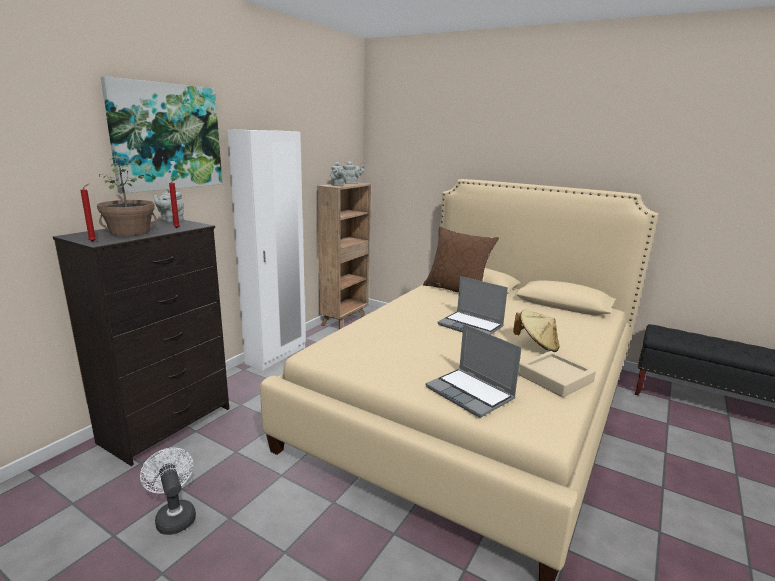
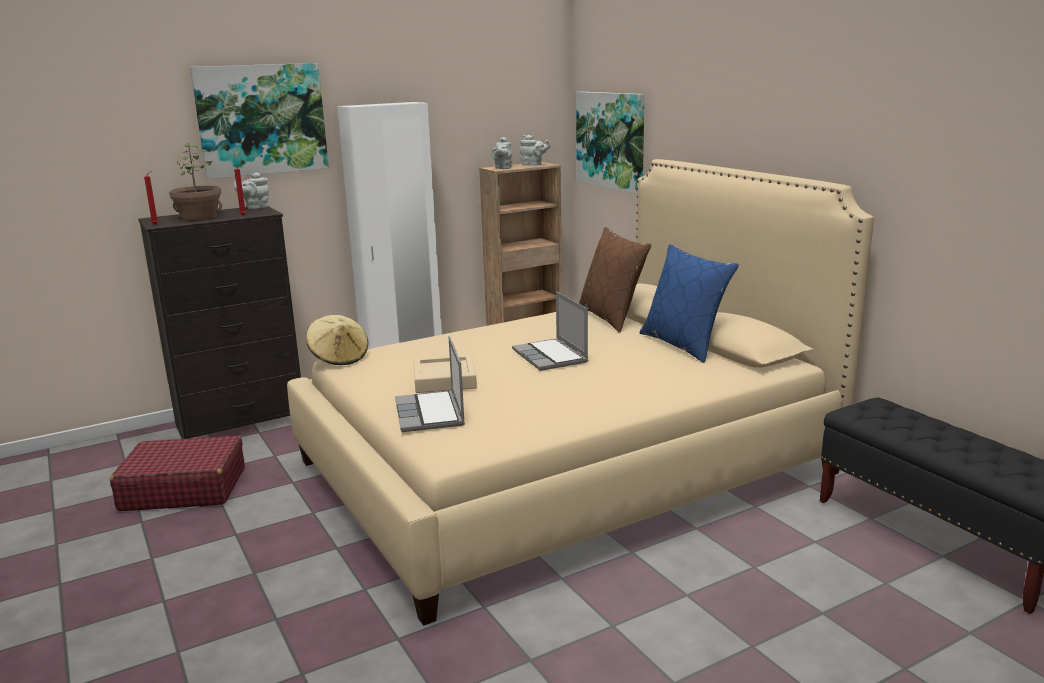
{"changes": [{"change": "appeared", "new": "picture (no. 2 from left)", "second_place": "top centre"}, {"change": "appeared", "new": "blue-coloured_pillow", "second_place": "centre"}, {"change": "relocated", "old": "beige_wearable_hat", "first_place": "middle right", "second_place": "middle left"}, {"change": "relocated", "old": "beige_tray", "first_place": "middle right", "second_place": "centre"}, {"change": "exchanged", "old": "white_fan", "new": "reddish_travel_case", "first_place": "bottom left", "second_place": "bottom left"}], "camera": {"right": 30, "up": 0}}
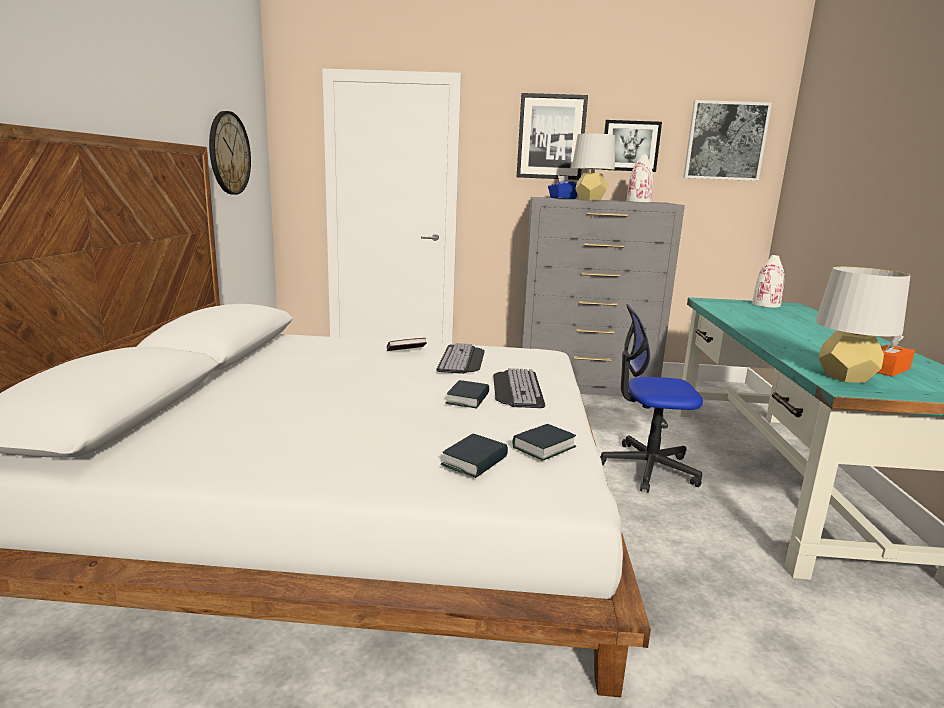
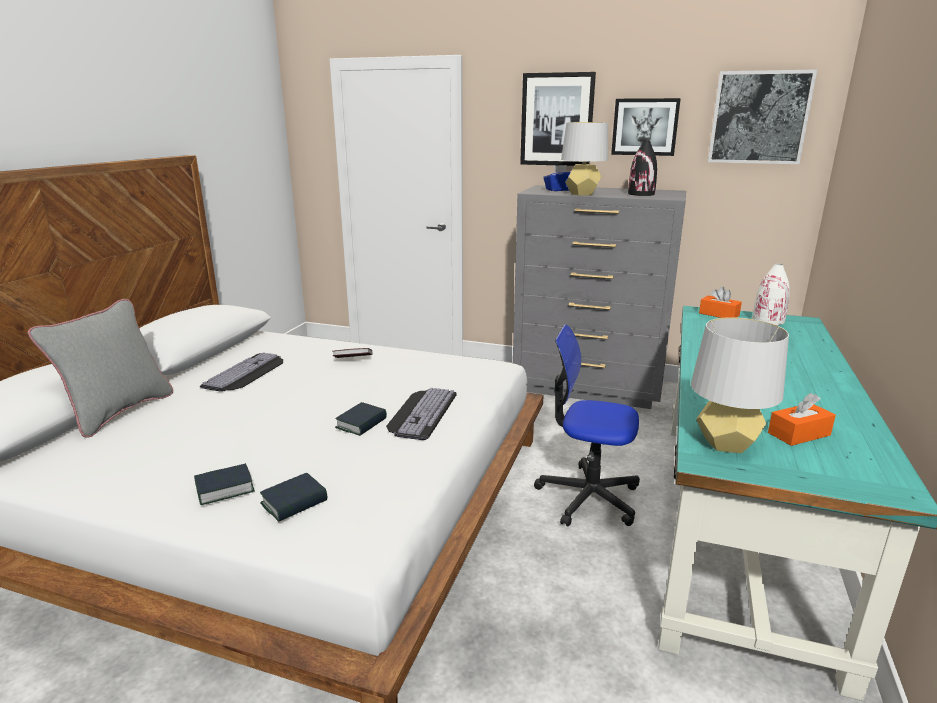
{"changes": [{"change": "missing", "old": "clock_on_the_wall", "first_place": "top left"}, {"change": "appeared", "new": "grey_pillow", "second_place": "middle left"}, {"change": "appeared", "new": "orange_box_of_tissues (no. 1 from left)", "second_place": "middle right"}, {"change": "relocated", "old": "PC_keyboard (no. 1 from left)", "first_place": "centre", "second_place": "middle left"}, {"change": "relocated", "old": "bound_book (no. 4 from left in the first image)", "new": "bound_book (no. 1 from left)", "first_place": "centre", "second_place": "bottom left"}, {"change": "colour", "old": "white_flower_vase (no. 1 from left)", "new": "blackish_flower_vase", "first_place": "top right", "second_place": "top right"}], "camera": {"right": 15, "up": 5}}
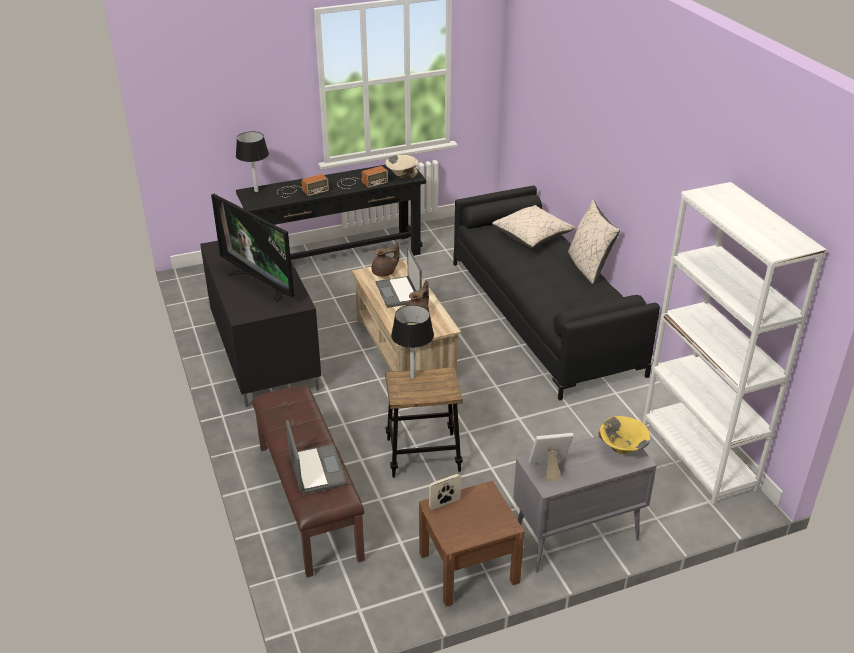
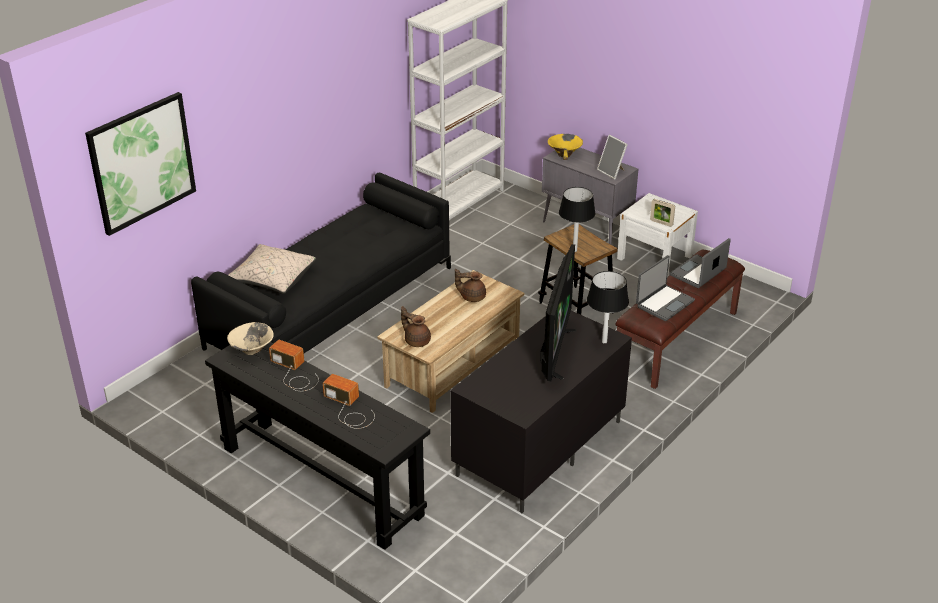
{"changes": [{"change": "missing", "old": "beige_pillow (no. 2 from left)", "first_place": "middle right"}, {"change": "appeared", "new": "picture", "second_place": "top left"}, {"change": "relocated", "old": "blackish_lamp_for_a_table (no. 1 from left in the first image)", "new": "blackish_lamp_for_a_table (no. 2 from left)", "first_place": "top left", "second_place": "centre"}, {"change": "relocated", "old": "laptop (no. 2 from left in the first image)", "new": "laptop (no. 1 from left)", "first_place": "centre", "second_place": "middle right"}, {"change": "colour", "old": "brown_bedside_table", "new": "white_bedside_table", "first_place": "bottom centre", "second_place": "middle right"}], "camera": {"right": -120, "up": 0}}
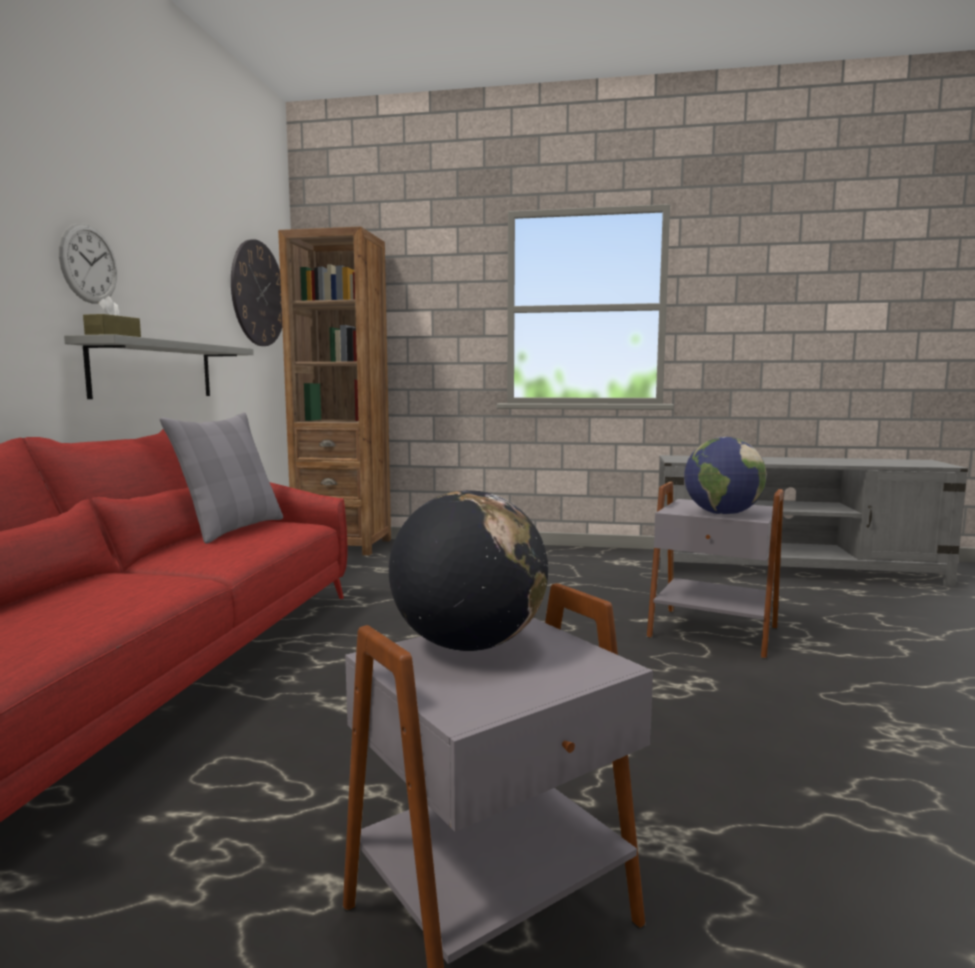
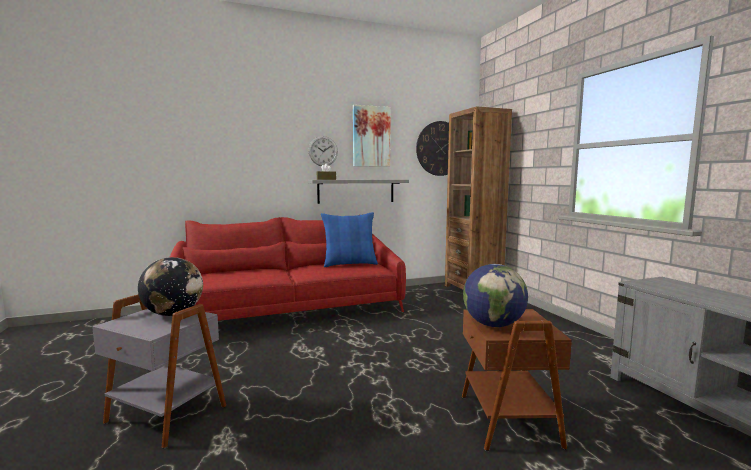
{"changes": [{"change": "appeared", "new": "picture", "second_place": "top centre"}, {"change": "colour", "old": "grey_pillow", "new": "blue-coloured_pillow", "first_place": "middle left", "second_place": "centre"}, {"change": "colour", "old": "grey_accent_table (no. 2 from left)", "new": "brown_accent_table", "first_place": "middle right", "second_place": "bottom right"}], "camera": {"right": 60, "up": 0}}
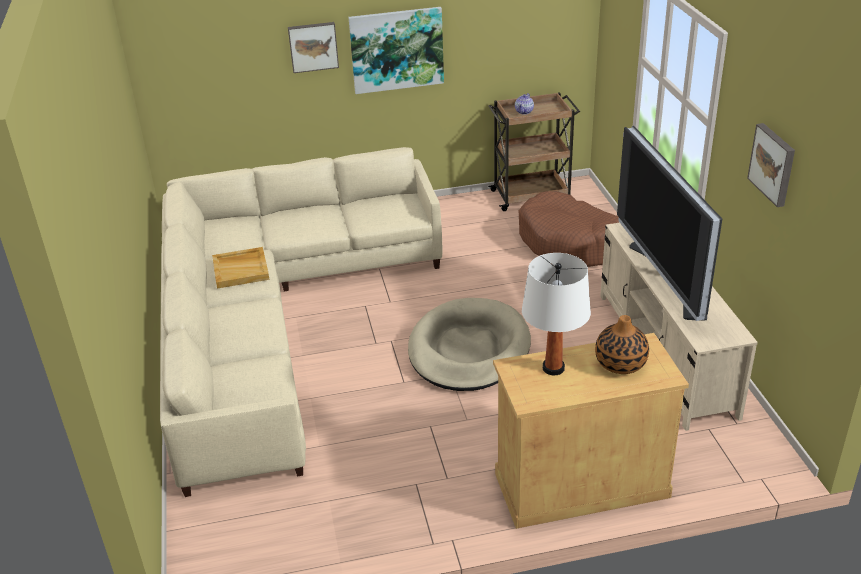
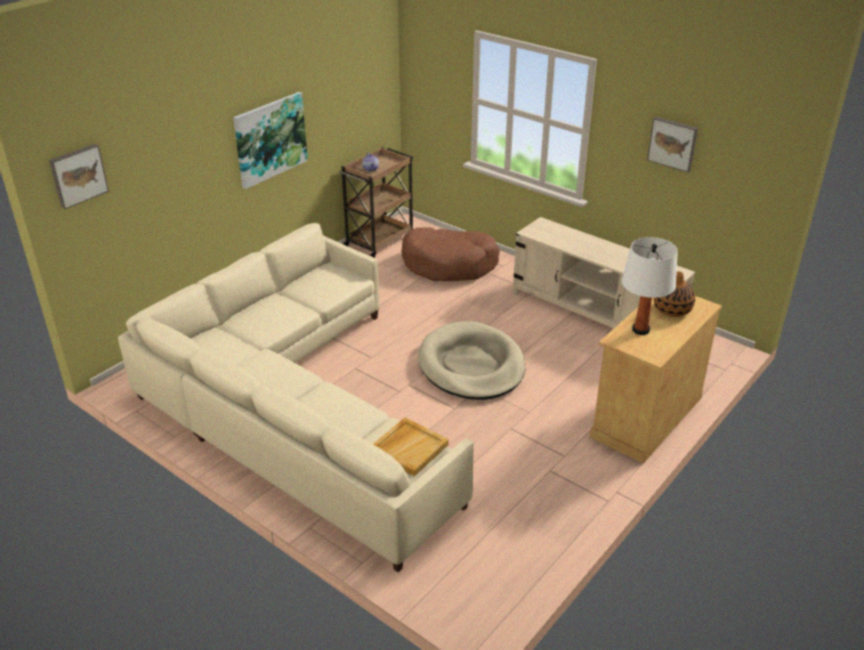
{"changes": [{"change": "missing", "old": "television", "first_place": "middle right"}, {"change": "relocated", "old": "beige_tray", "first_place": "middle left", "second_place": "bottom centre"}, {"change": "relocated", "old": "picture (no. 1 from left)", "first_place": "top centre", "second_place": "top left"}], "camera": {"right": -40, "up": 0}}
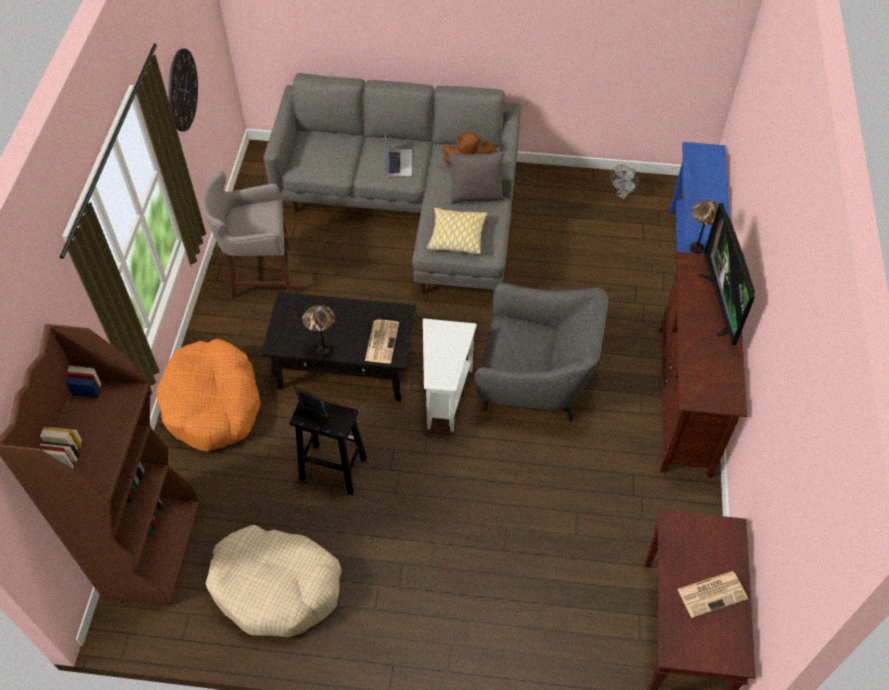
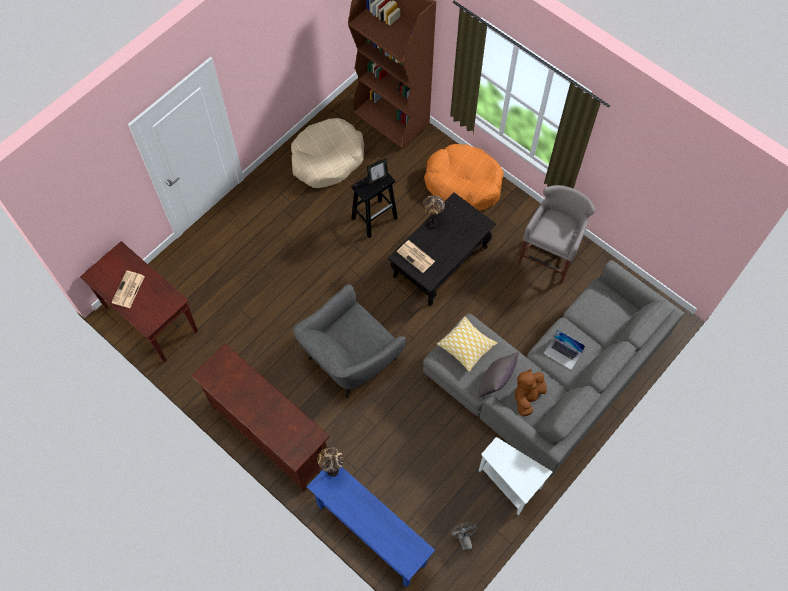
{"changes": [{"change": "missing", "old": "clock_on_the_wall", "first_place": "top left"}, {"change": "missing", "old": "television", "first_place": "middle right"}, {"change": "relocated", "old": "white_accent_table", "first_place": "centre", "second_place": "bottom centre"}], "camera": {"right": 125, "up": 10}}
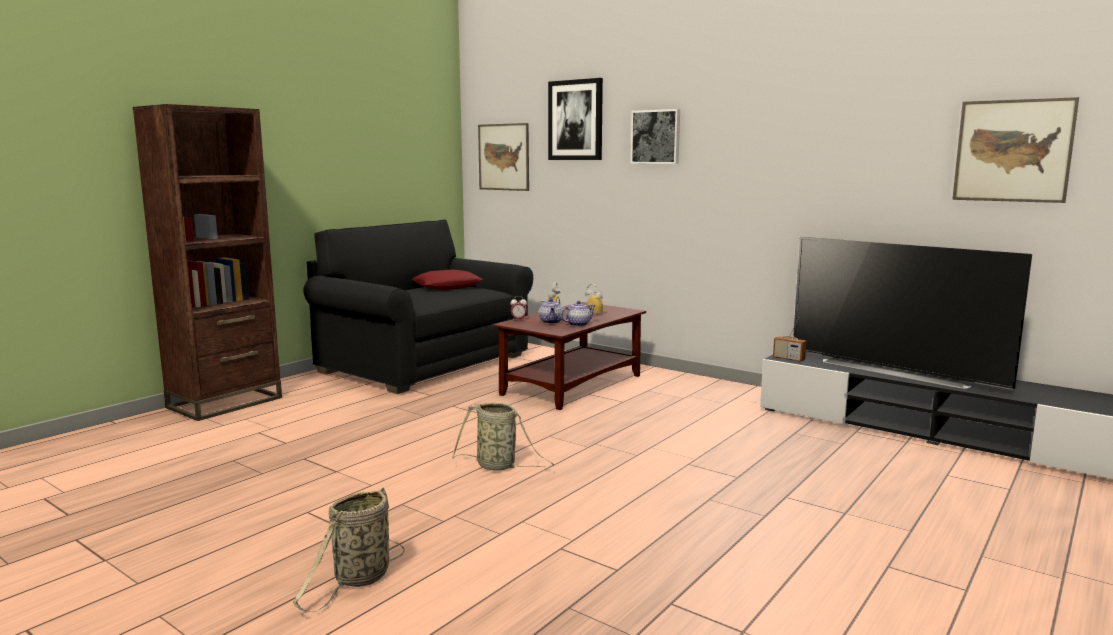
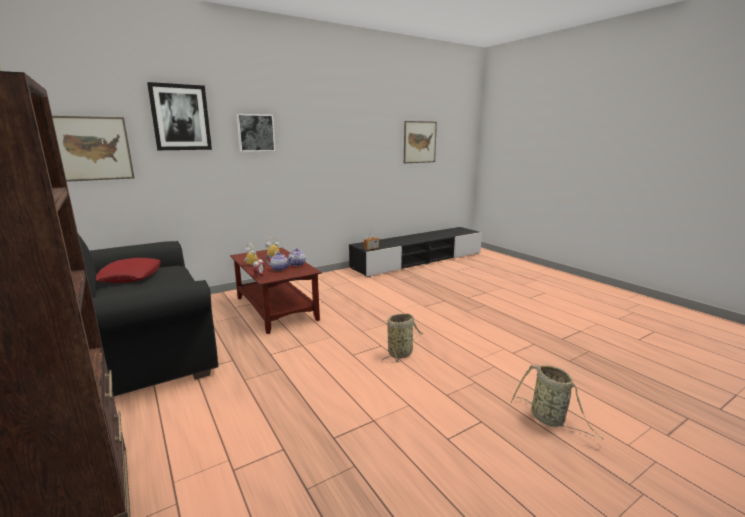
{"changes": [{"change": "missing", "old": "television", "first_place": "middle right"}], "camera": {"right": -70, "up": 5}}
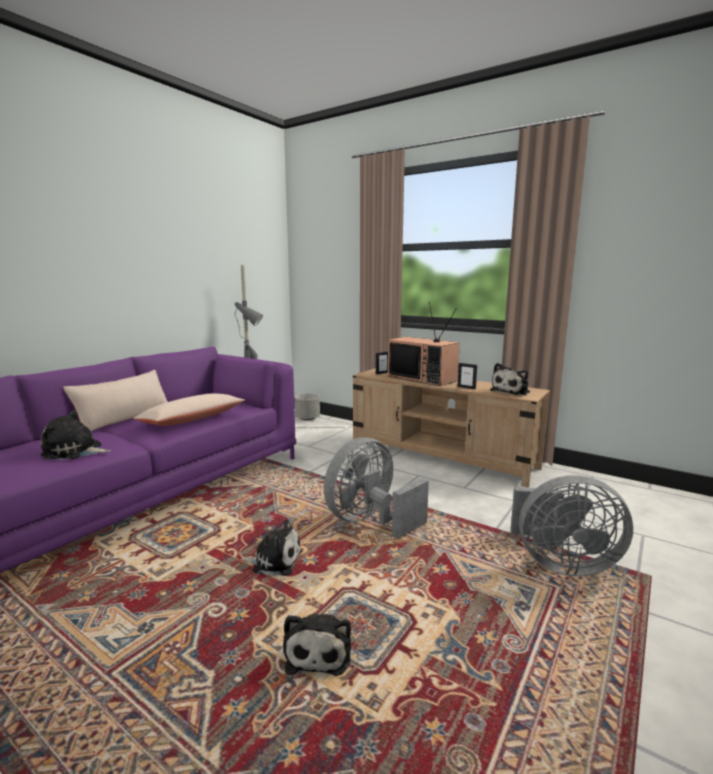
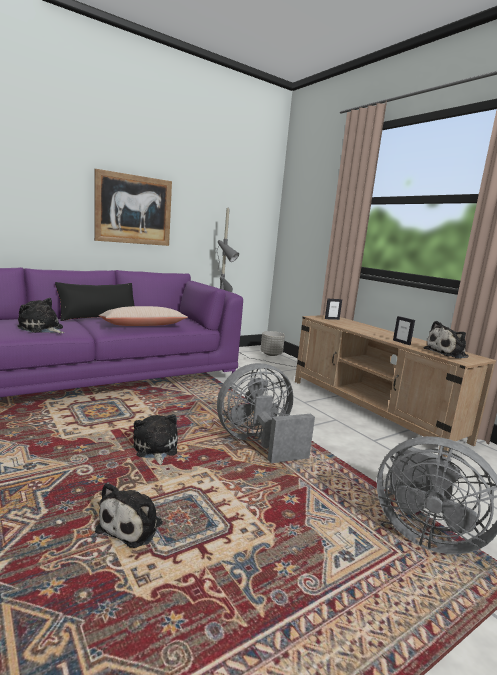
{"changes": [{"change": "missing", "old": "television", "first_place": "centre"}, {"change": "appeared", "new": "picture", "second_place": "top left"}, {"change": "colour", "old": "beige_pillow (no. 1 from left)", "new": "blackish_pillow", "first_place": "middle left", "second_place": "middle left"}, {"change": "spun", "old": "plush_toy (no. 2 from left in the first image)", "first_place": "bottom centre", "second_place": "middle left", "degrees": -135}], "camera": {"right": 20, "up": 0}}
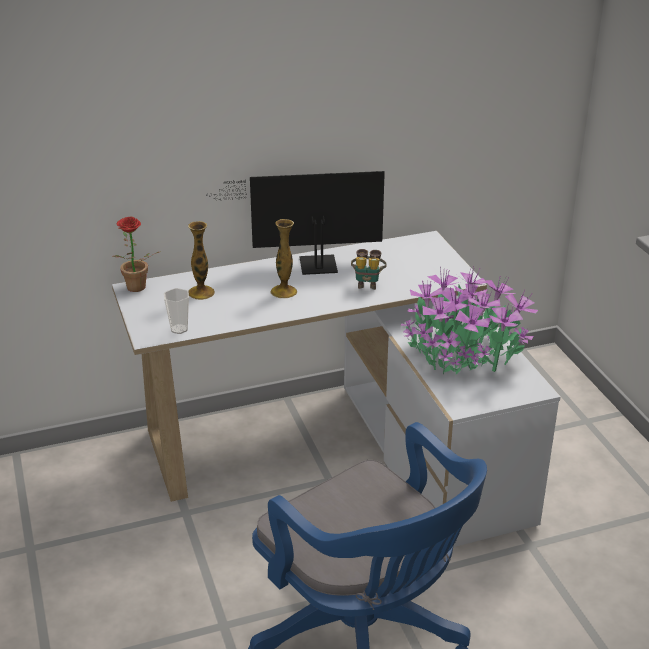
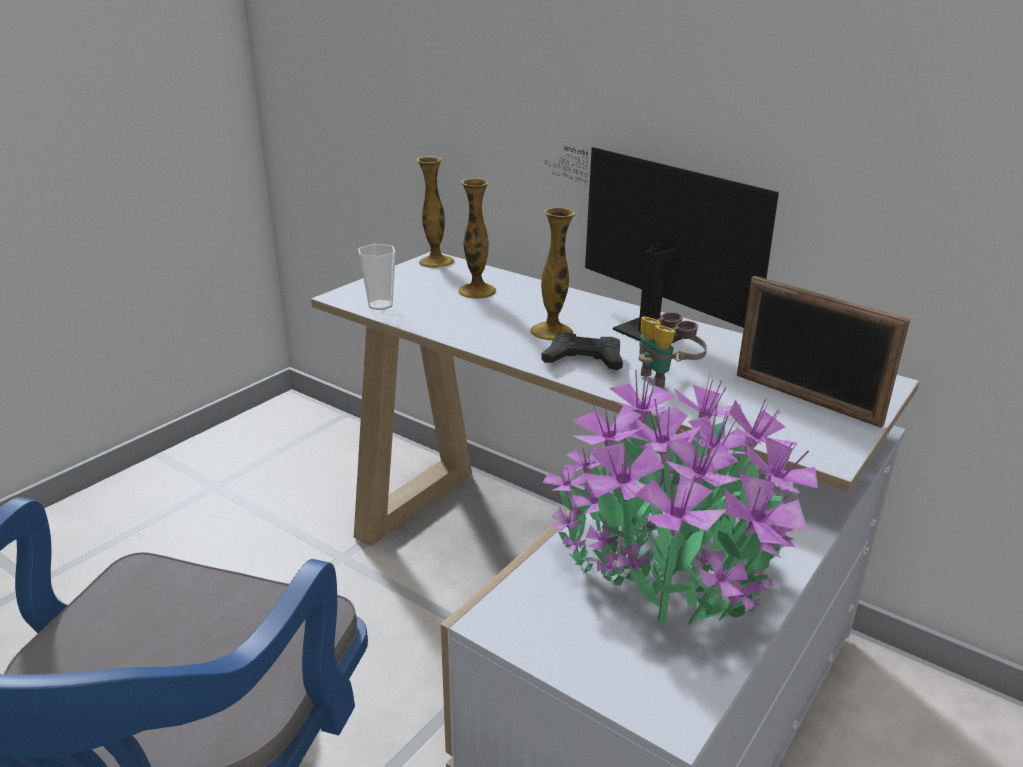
{"changes": [{"change": "appeared", "new": "blackish_gamepad", "second_place": "centre"}, {"change": "appeared", "new": "photo_frame", "second_place": "middle right"}, {"change": "exchanged", "old": "plant_in_a_pot (no. 1 from left)", "new": "flower_vase (no. 1 from left)", "first_place": "middle left", "second_place": "top centre"}], "camera": {"right": 55, "up": -5}}
